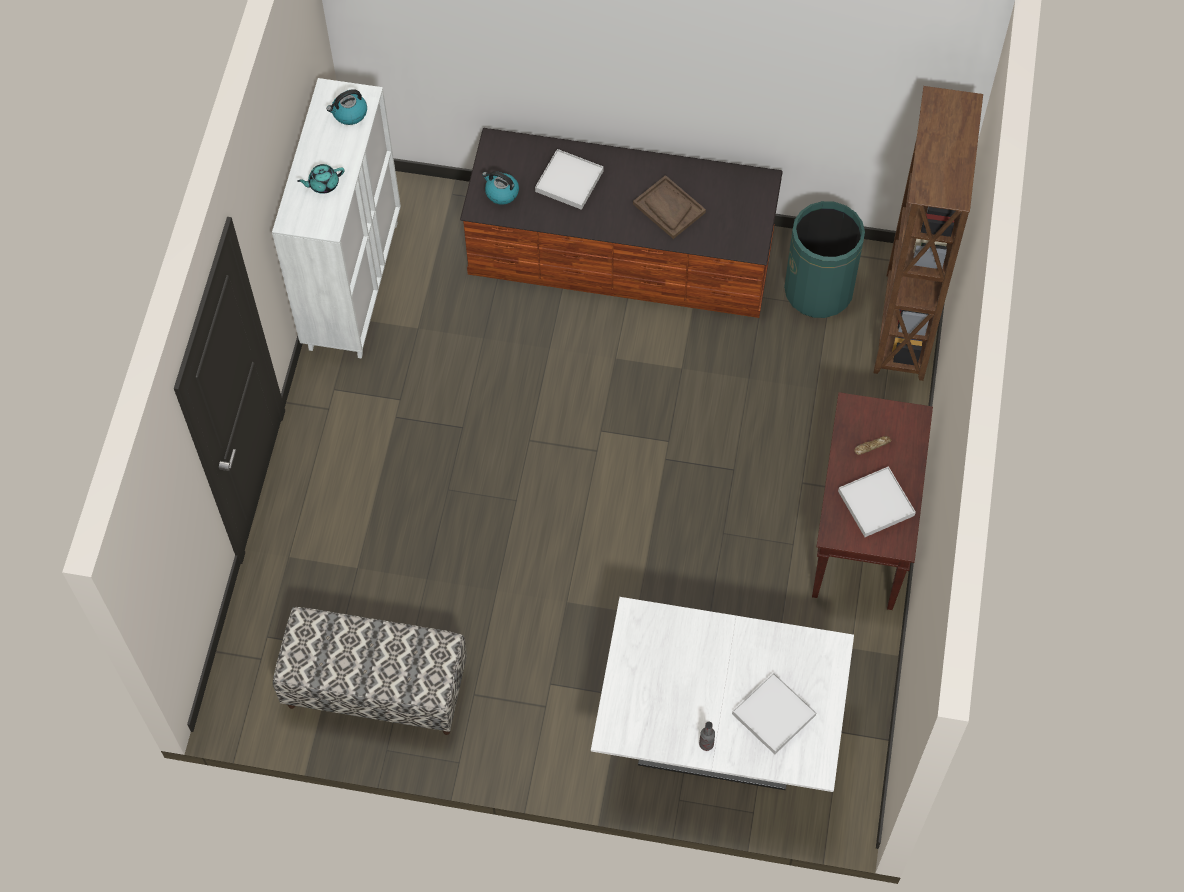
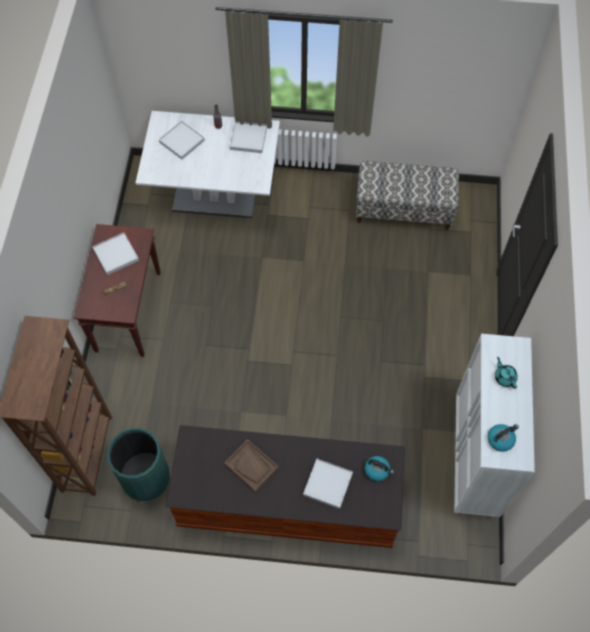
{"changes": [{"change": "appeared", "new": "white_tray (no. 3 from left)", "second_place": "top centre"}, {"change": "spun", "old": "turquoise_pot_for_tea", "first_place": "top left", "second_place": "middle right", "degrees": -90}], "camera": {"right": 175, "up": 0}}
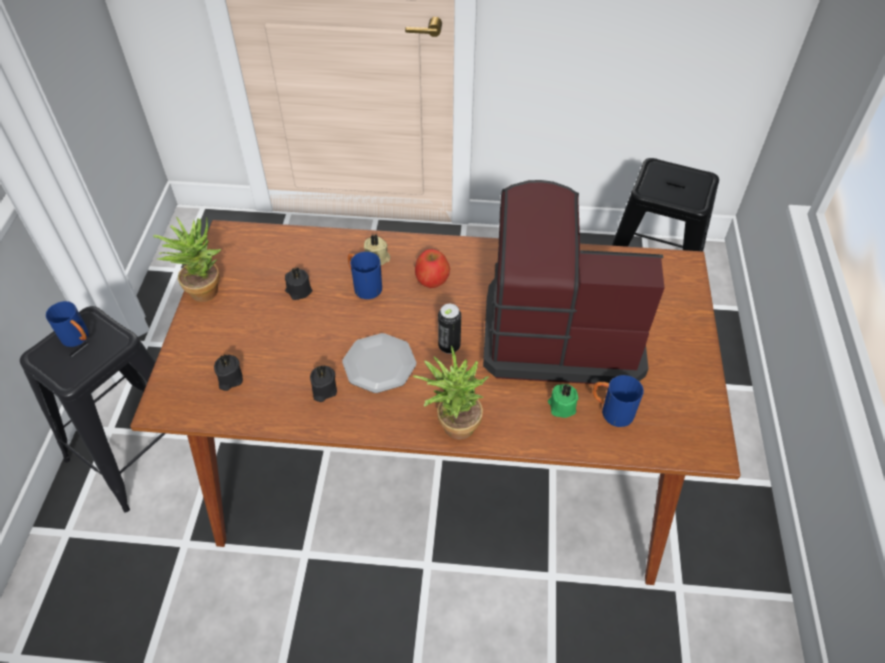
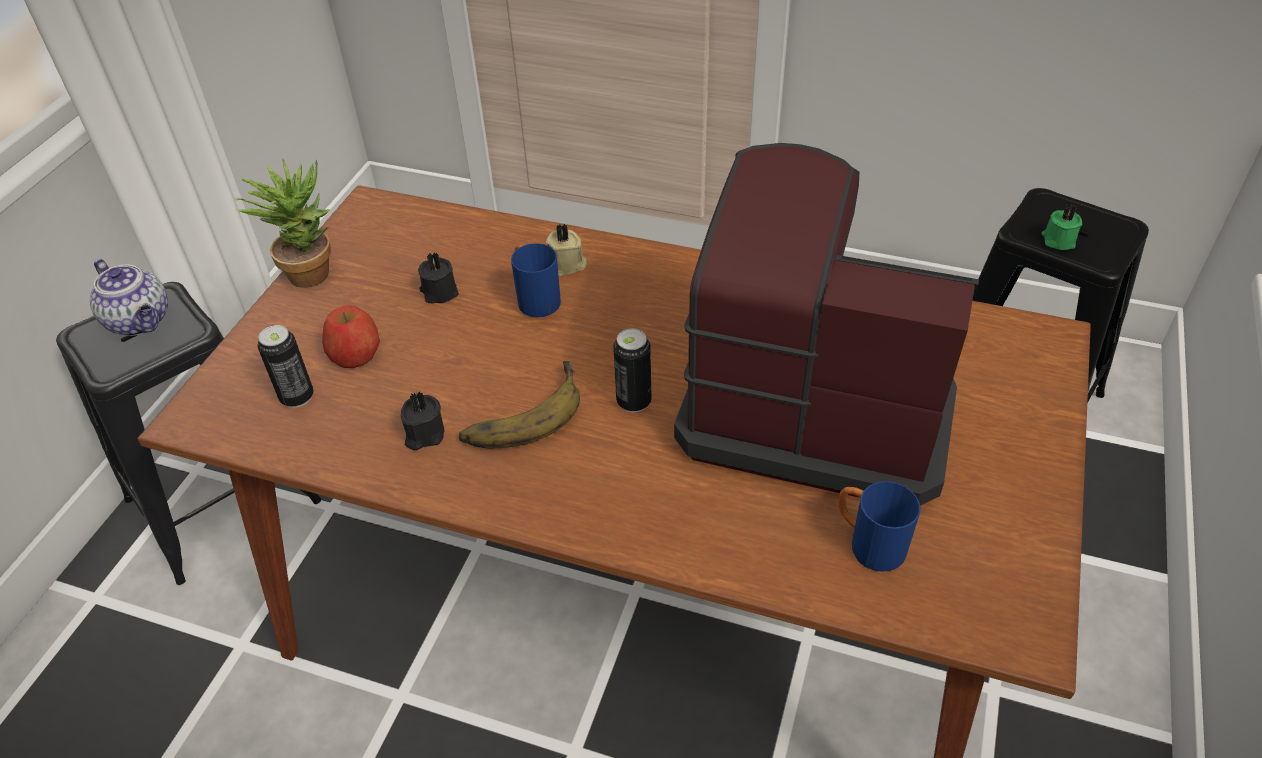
{"changes": [{"change": "missing", "old": "plant_in_a_pot (no. 2 from left)", "first_place": "centre"}, {"change": "relocated", "old": "apple", "first_place": "centre", "second_place": "middle left"}, {"change": "relocated", "old": "green-coloured_wax_light", "first_place": "centre", "second_place": "top right"}, {"change": "exchanged", "old": "blue-coloured_tea_mug (no. 1 from left)", "new": "pot_for_tea", "first_place": "middle left", "second_place": "middle left"}, {"change": "exchanged", "old": "blackish_wax_light (no. 1 from left)", "new": "metal_can (no. 1 from left)", "first_place": "middle left", "second_place": "middle left"}, {"change": "exchanged", "old": "dinner_plate", "new": "whole_banana", "first_place": "centre", "second_place": "centre"}], "camera": {"right": 15, "up": -5}}
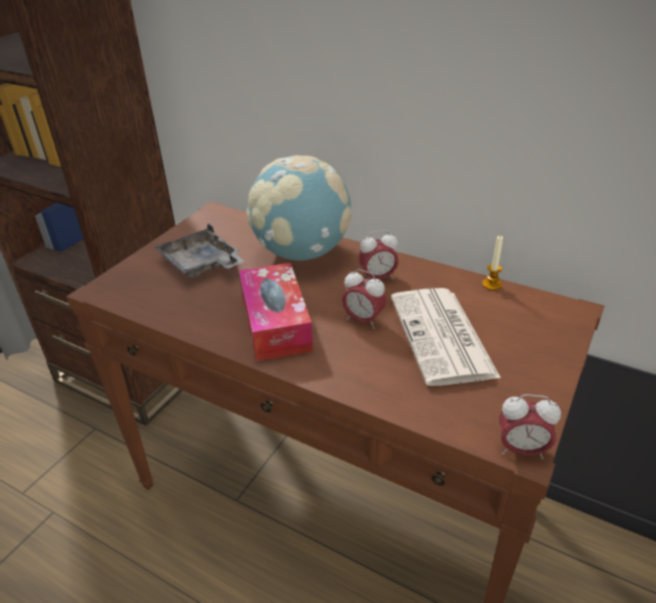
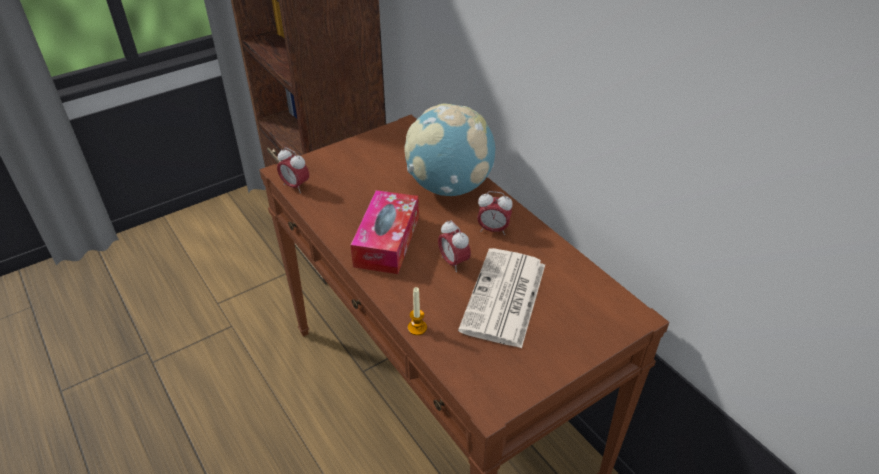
{"changes": [{"change": "missing", "old": "grey_tray", "first_place": "middle left"}, {"change": "relocated", "old": "wax_light", "first_place": "middle right", "second_place": "centre"}, {"change": "relocated", "old": "bedside_clock (no. 3 from left in the first image)", "new": "bedside_clock (no. 1 from left)", "first_place": "bottom right", "second_place": "centre"}], "camera": {"right": 25, "up": 5}}
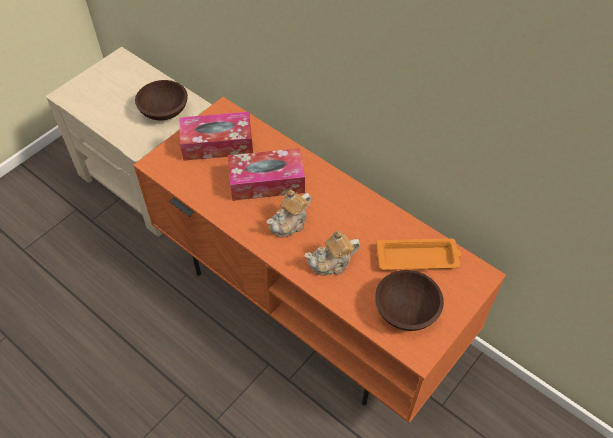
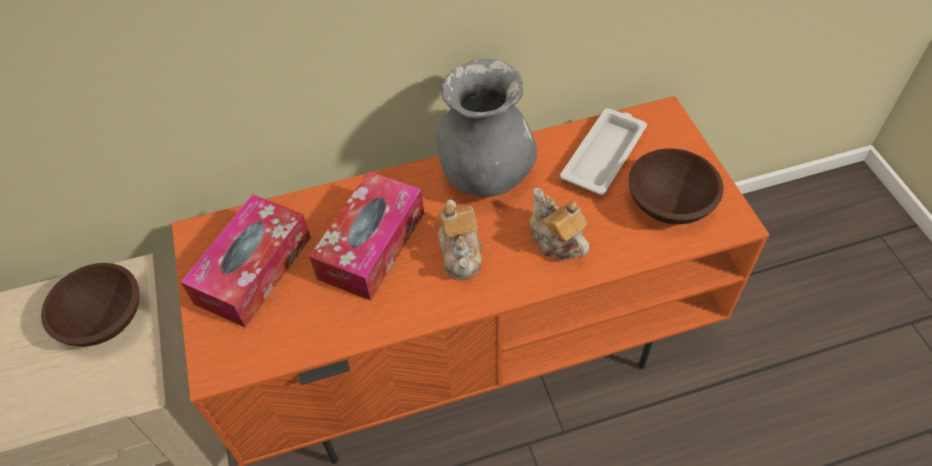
{"changes": [{"change": "appeared", "new": "grey_flower_vase", "second_place": "top centre"}, {"change": "colour", "old": "orange_tray", "new": "white_tray", "first_place": "middle right", "second_place": "top centre"}, {"change": "spun", "old": "pot_for_tea (no. 2 from left)", "first_place": "centre", "second_place": "centre", "degrees": 135}], "camera": {"right": -55, "up": 0}}
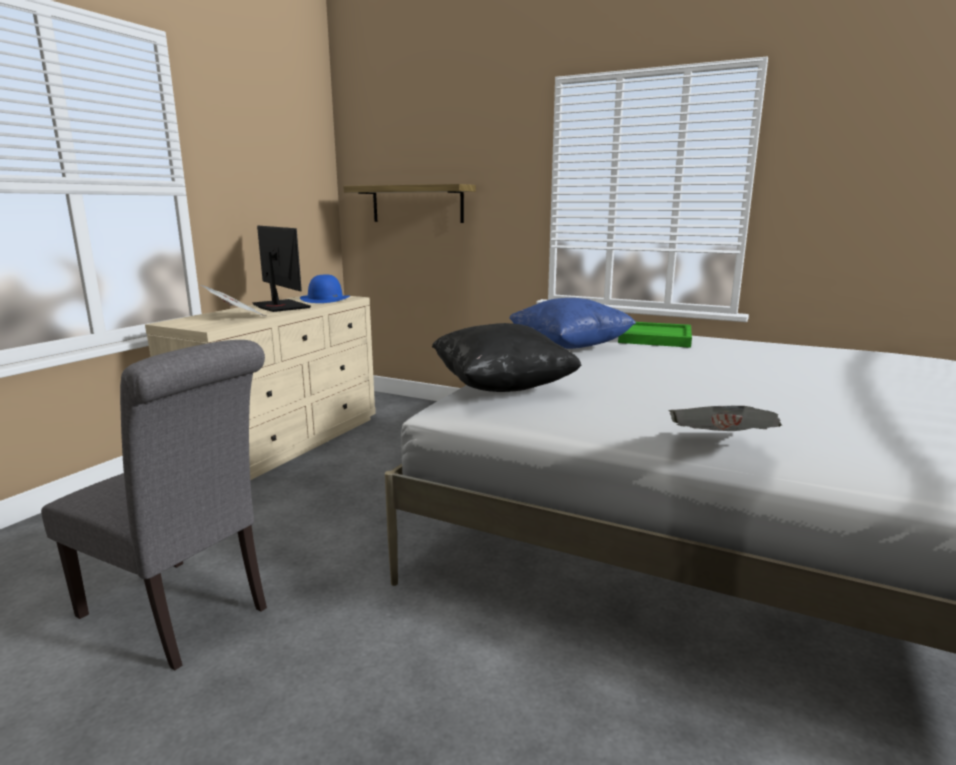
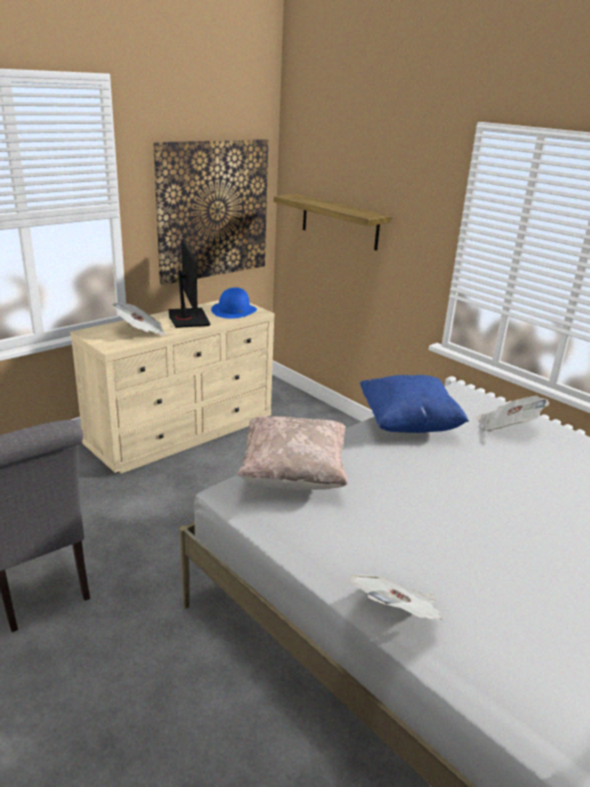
{"changes": [{"change": "appeared", "new": "picture", "second_place": "top centre"}, {"change": "exchanged", "old": "green-coloured_tray", "new": "printed_paper (no. 3 from left)", "first_place": "middle right", "second_place": "middle right"}, {"change": "colour", "old": "blackish_pillow", "new": "beige_pillow", "first_place": "centre", "second_place": "centre"}], "camera": {"right": 20, "up": 10}}
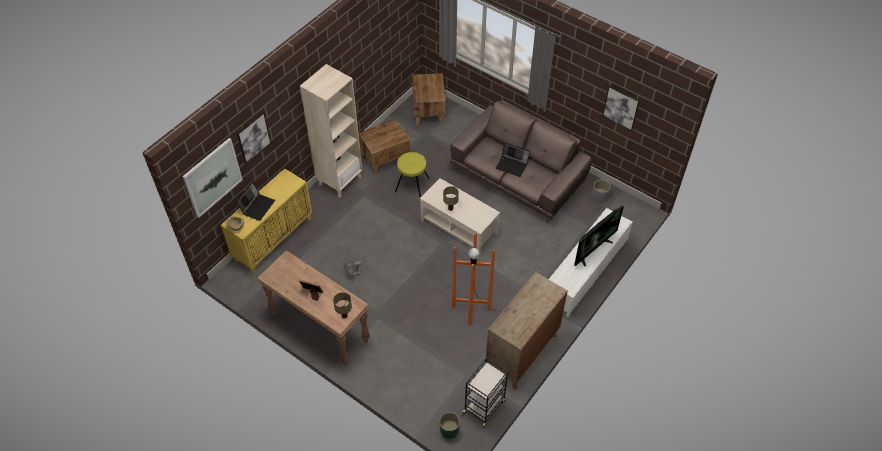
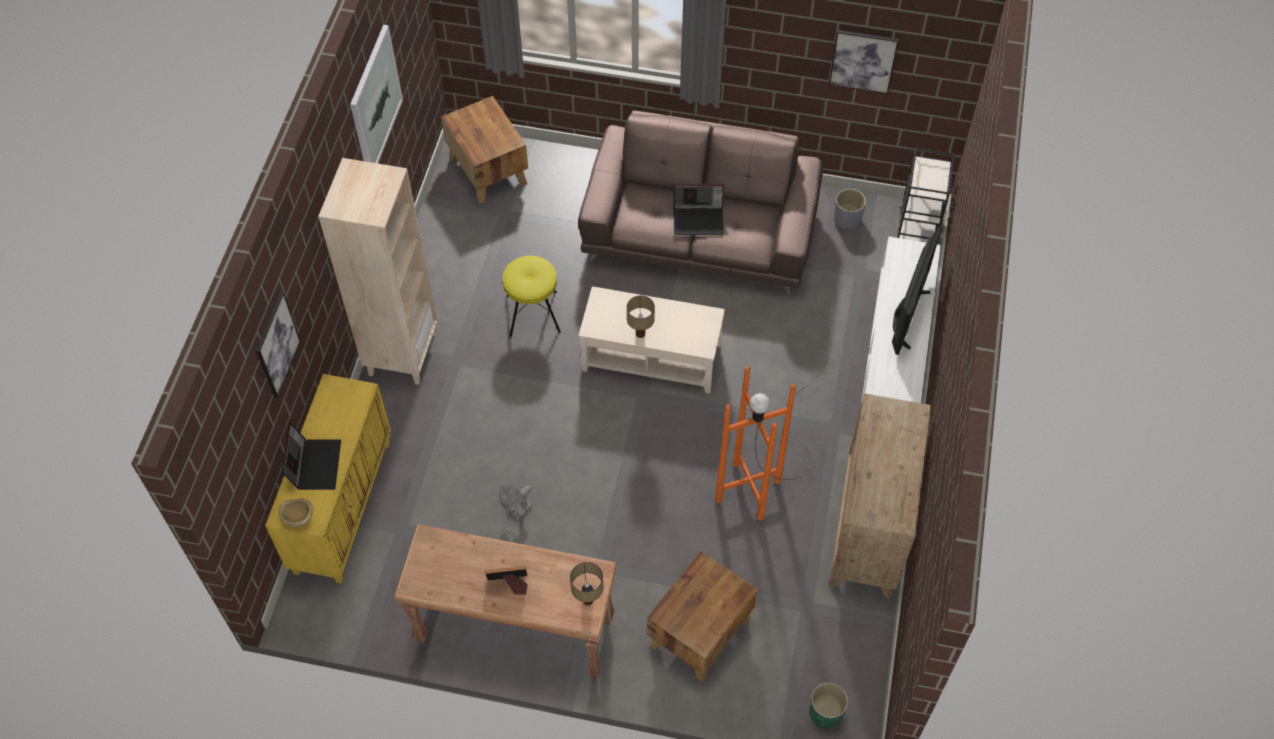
{"changes": [{"change": "relocated", "old": "picture (no. 1 from left in the first image)", "new": "picture (no. 2 from left)", "first_place": "middle left", "second_place": "top left"}, {"change": "relocated", "old": "brown_accent_table (no. 1 from left in the first image)", "new": "brown_accent_table (no. 2 from left)", "first_place": "top centre", "second_place": "bottom centre"}, {"change": "relocated", "old": "blackish_cart", "first_place": "bottom centre", "second_place": "top right"}], "camera": {"right": -25, "up": 5}}
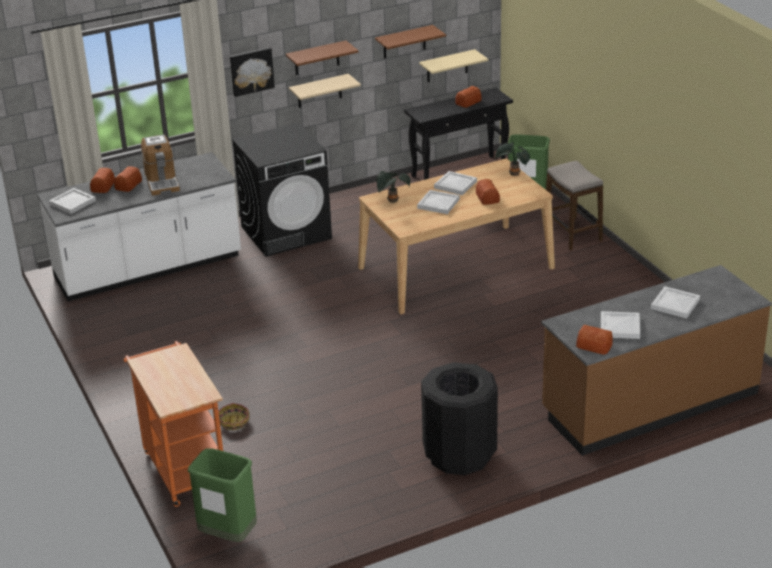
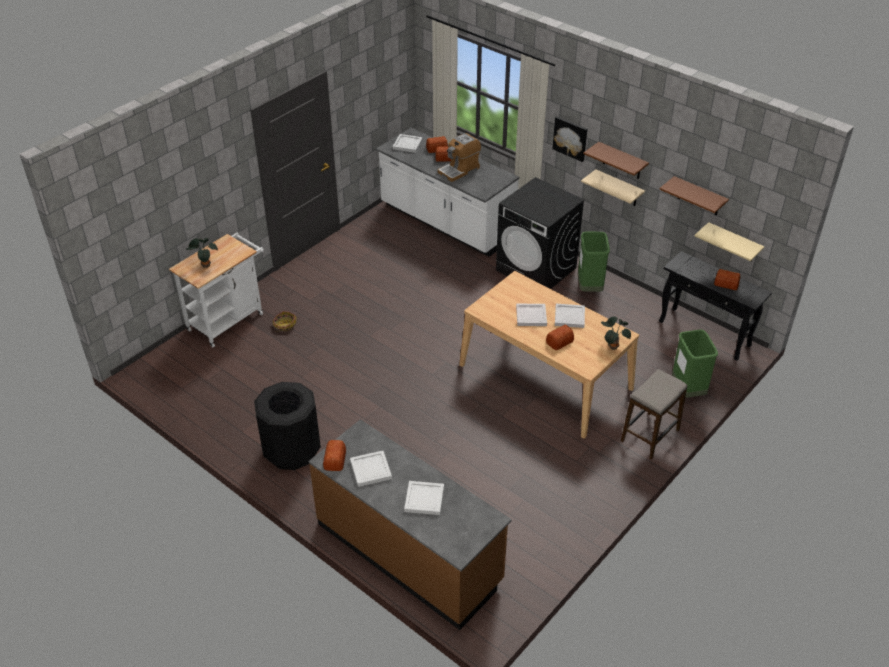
{"changes": [{"change": "relocated", "old": "green-coloured_rubbish_bin (no. 1 from left)", "first_place": "bottom left", "second_place": "middle right"}, {"change": "relocated", "old": "plant_in_a_pot (no. 1 from left)", "first_place": "top centre", "second_place": "middle left"}, {"change": "colour", "old": "orange_cart", "new": "white_cart", "first_place": "bottom left", "second_place": "middle left"}], "camera": {"right": 65, "up": 10}}
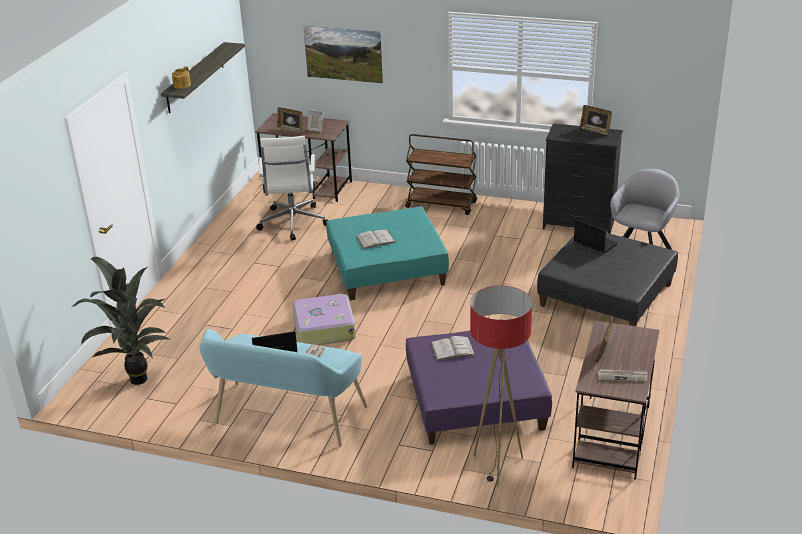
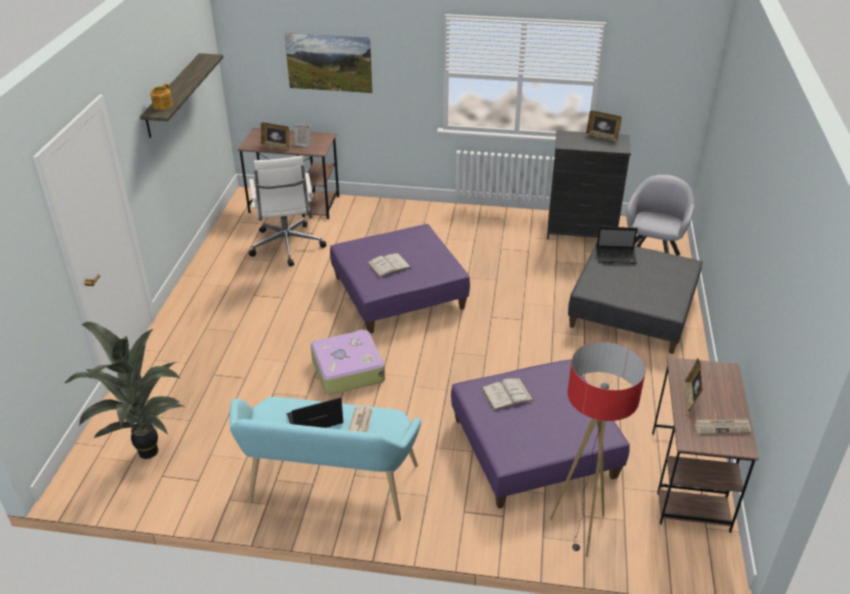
{"changes": [{"change": "missing", "old": "brown_cart", "first_place": "top centre"}, {"change": "colour", "old": "turquoise_footrest", "new": "purple_footrest (no. 1 from left)", "first_place": "centre", "second_place": "centre"}, {"change": "spun", "old": "laptop (no. 2 from left)", "first_place": "middle right", "second_place": "middle right", "degrees": 150}], "camera": {"right": -10, "up": 5}}
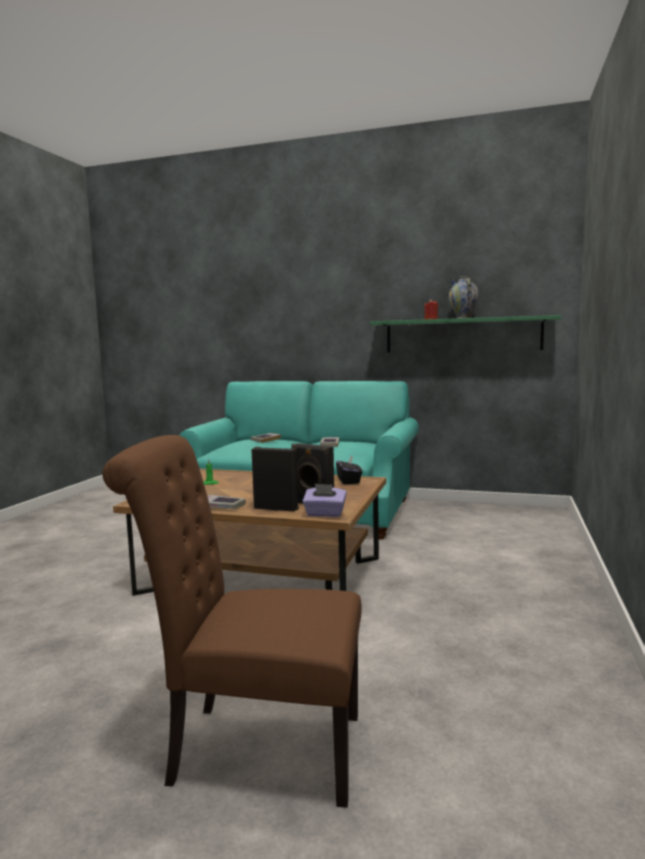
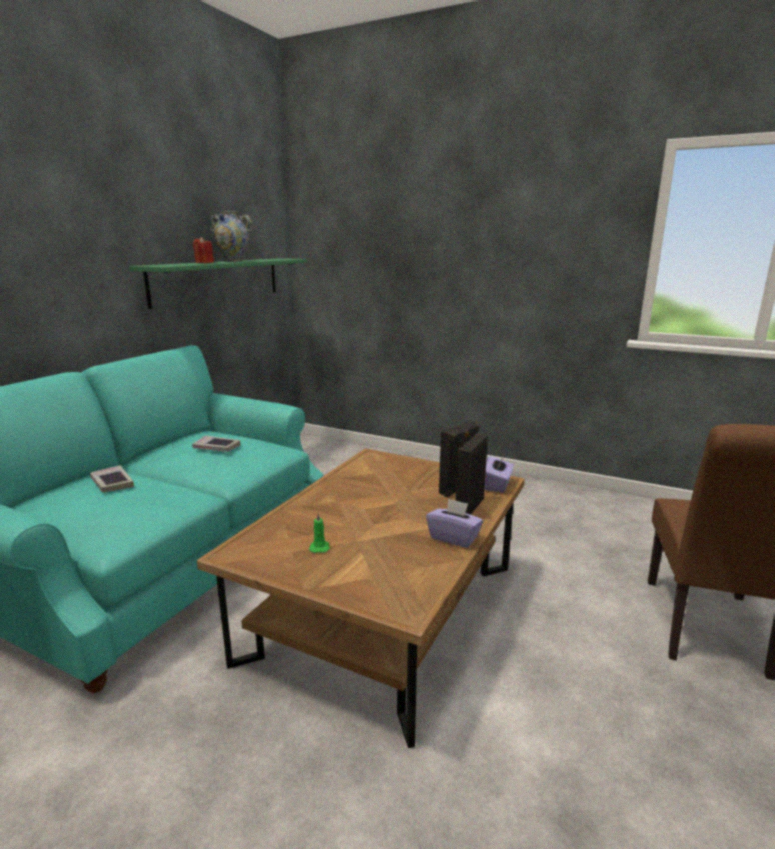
{"changes": [{"change": "missing", "old": "blackish_box_of_tissues", "first_place": "centre"}, {"change": "exchanged", "old": "bound_book (no. 1 from left)", "new": "purple_box_of_tissues (no. 1 from left)", "first_place": "centre", "second_place": "centre"}], "camera": {"right": -80, "up": 10}}
